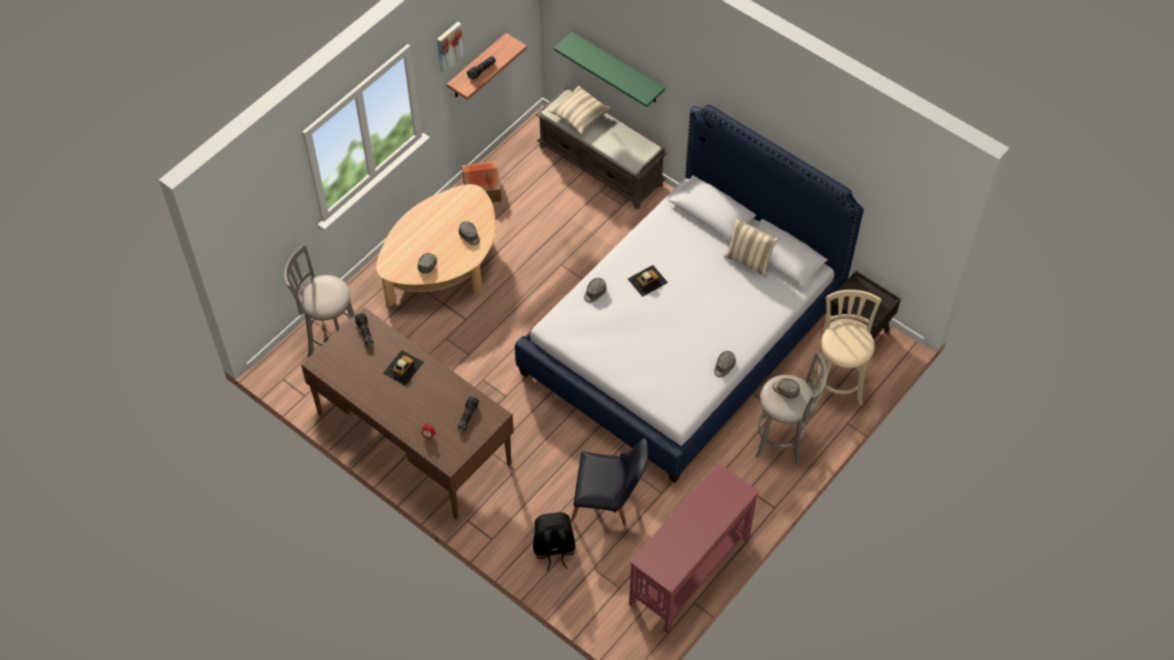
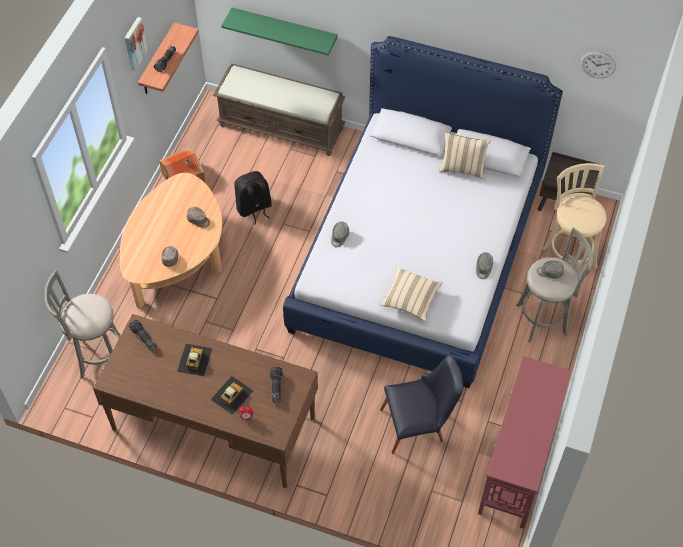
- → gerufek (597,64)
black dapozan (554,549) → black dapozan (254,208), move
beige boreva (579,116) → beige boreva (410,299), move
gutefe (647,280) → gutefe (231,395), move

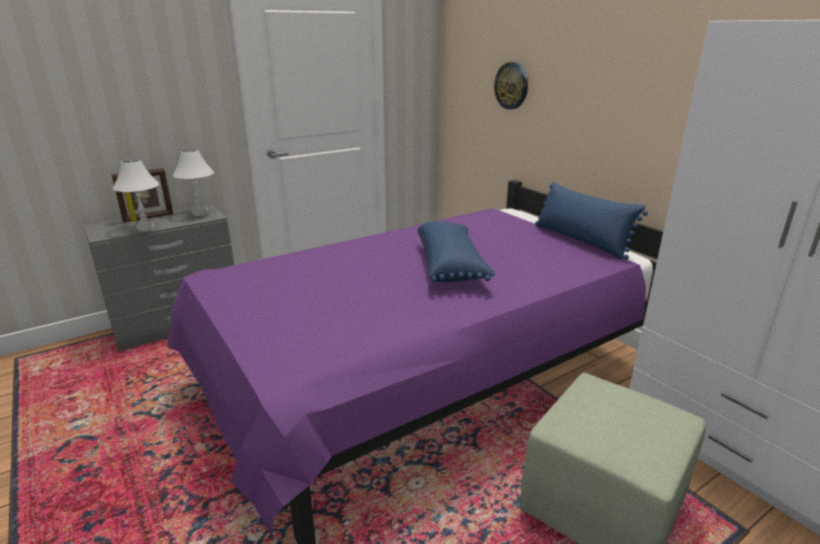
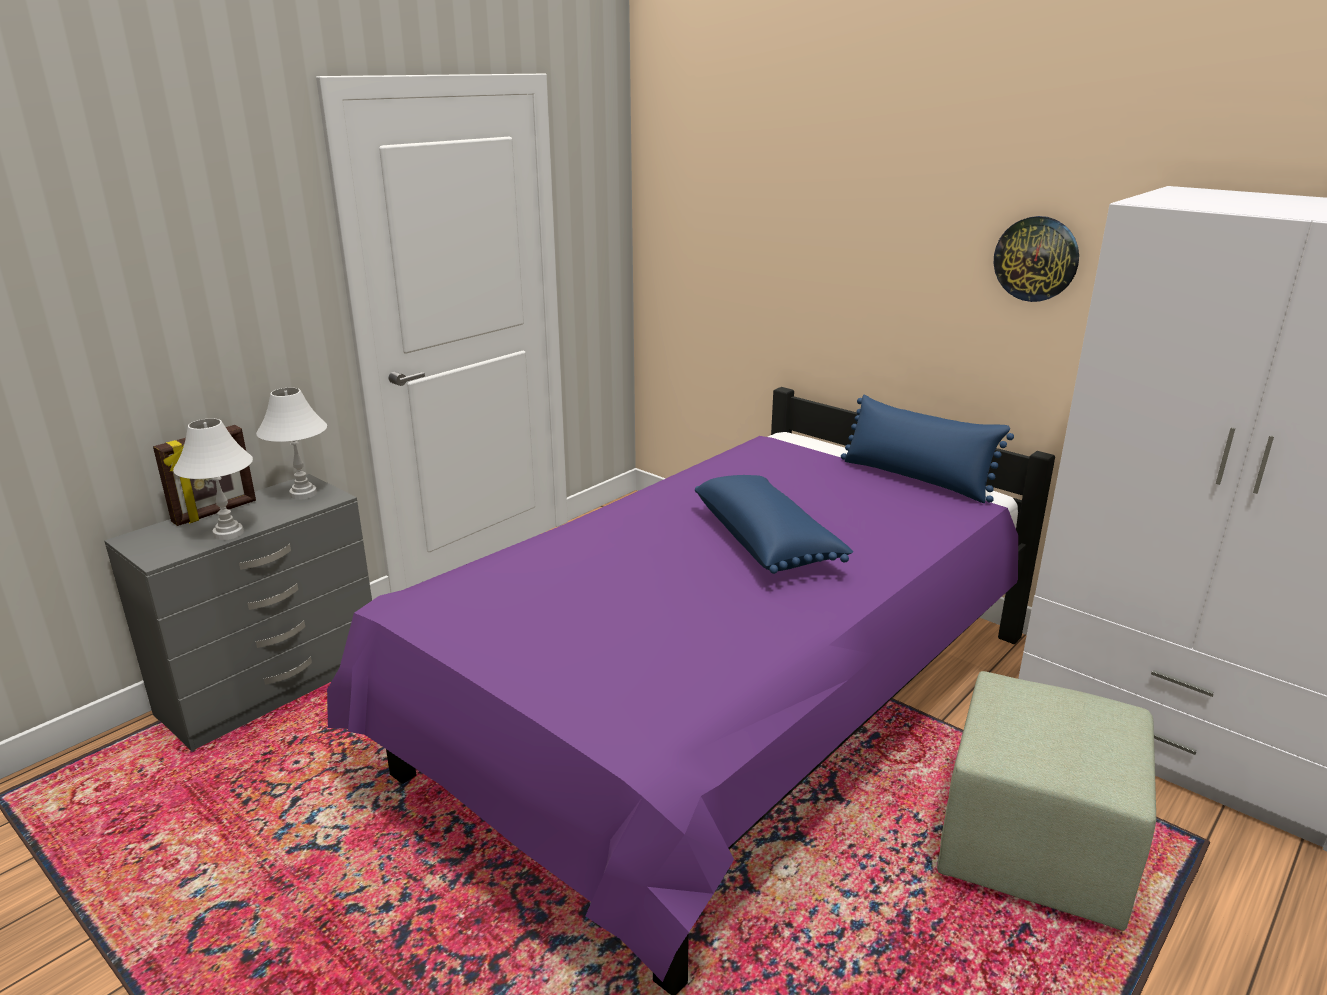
gerufek (511,86) → gerufek (1036,259), move

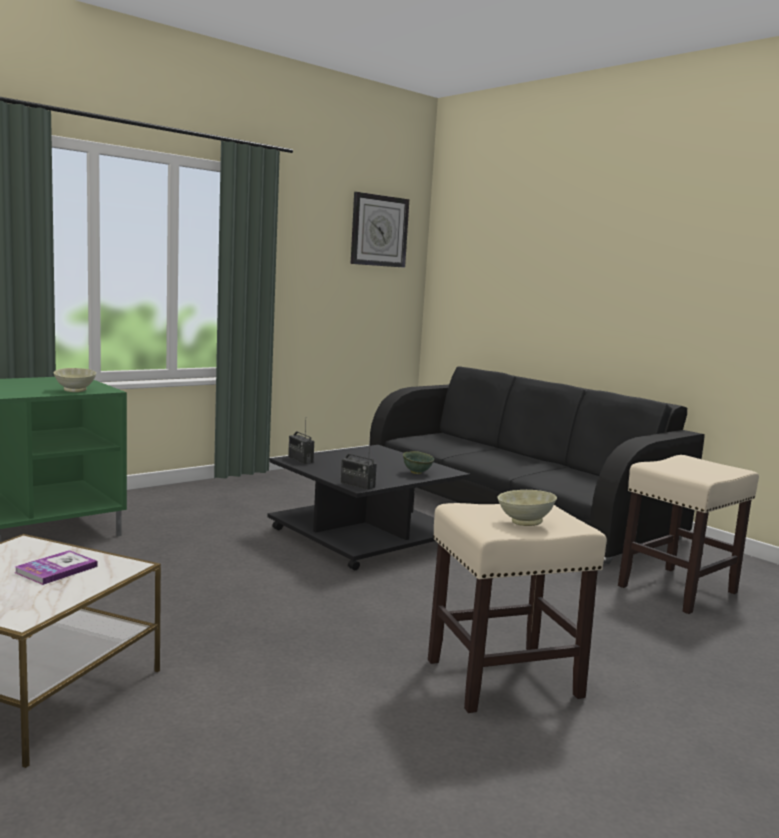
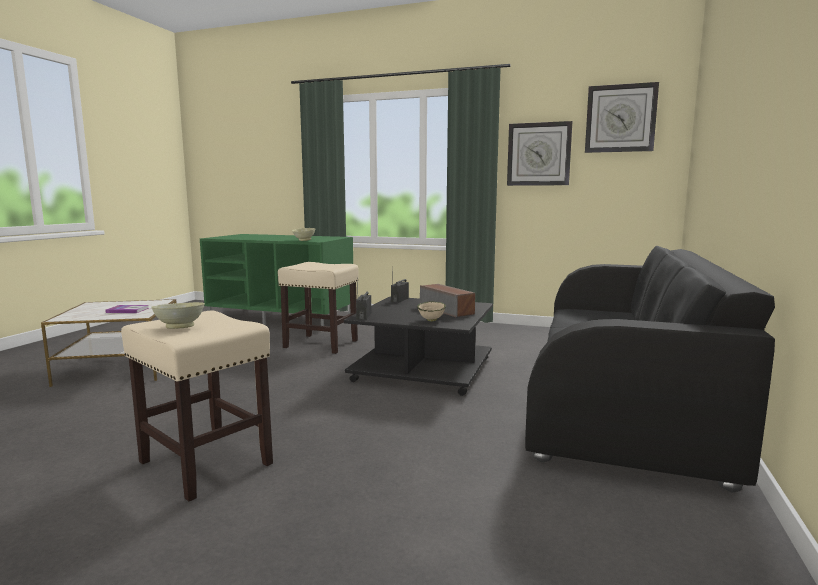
- → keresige (446,310)
- → gerufek (539,154)
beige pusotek (678,589) → beige pusotek (322,344), move
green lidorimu (417,473) → beige lidorimu (432,320)

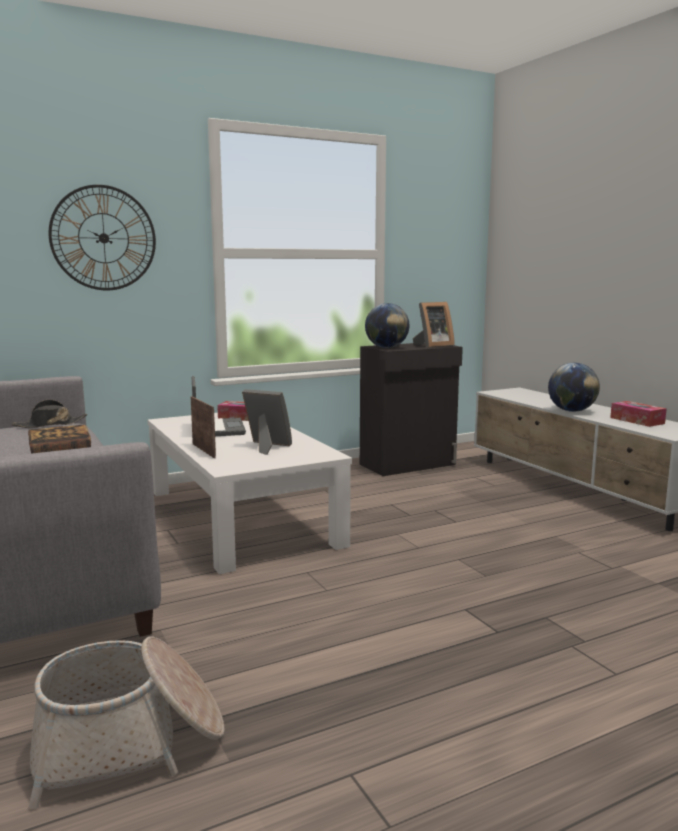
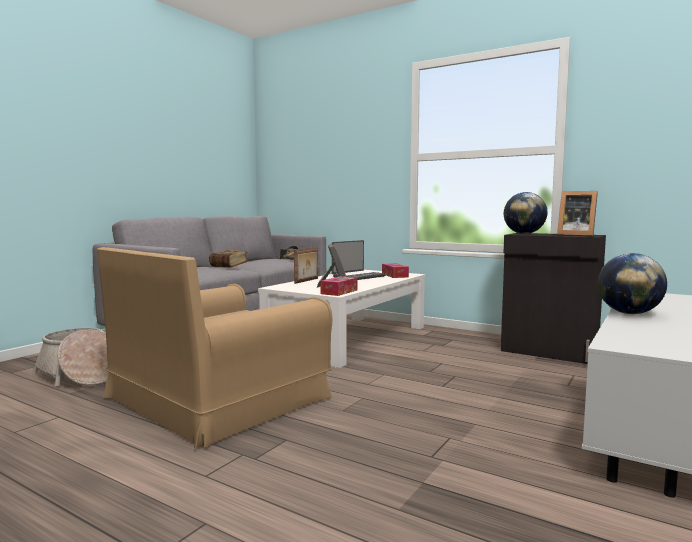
gerufek (103,238) → -
- → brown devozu (217,398)
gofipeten (637,420) → gofipeten (339,292), move

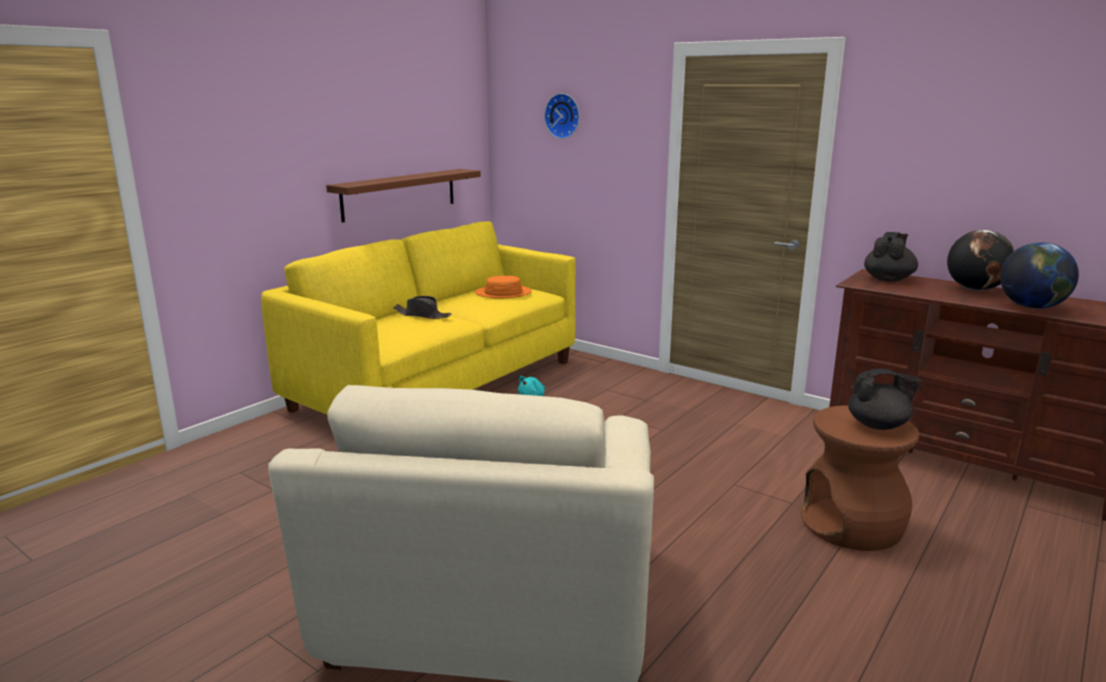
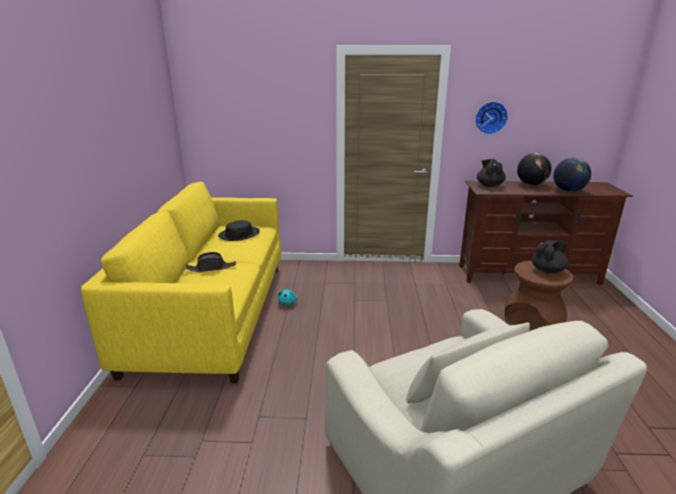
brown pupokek (400,194) → -
gerufek (563,116) → gerufek (490,117), move
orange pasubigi (503,293) → black pasubigi (239,234)

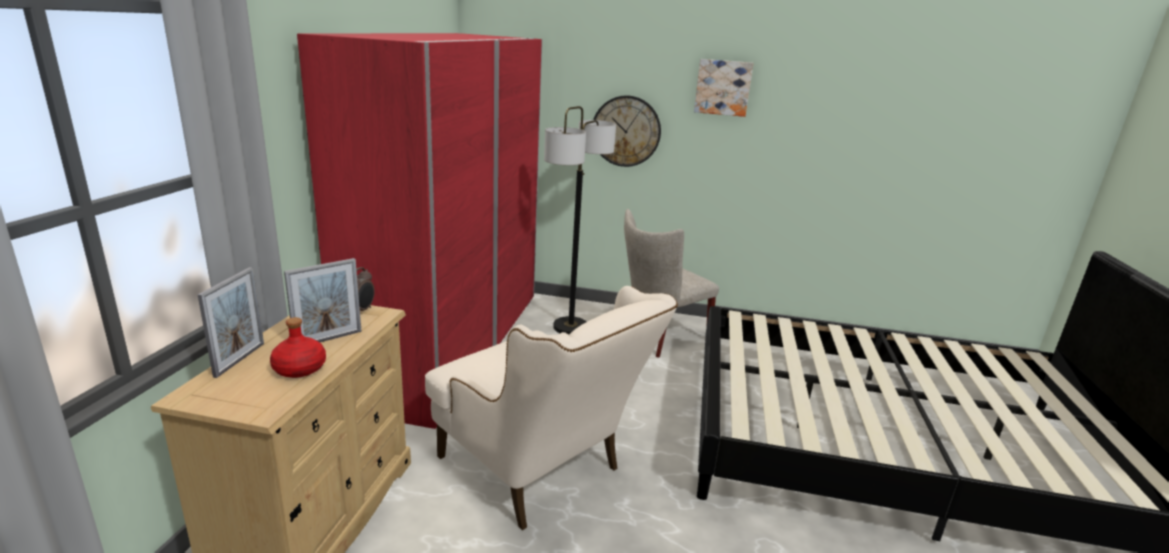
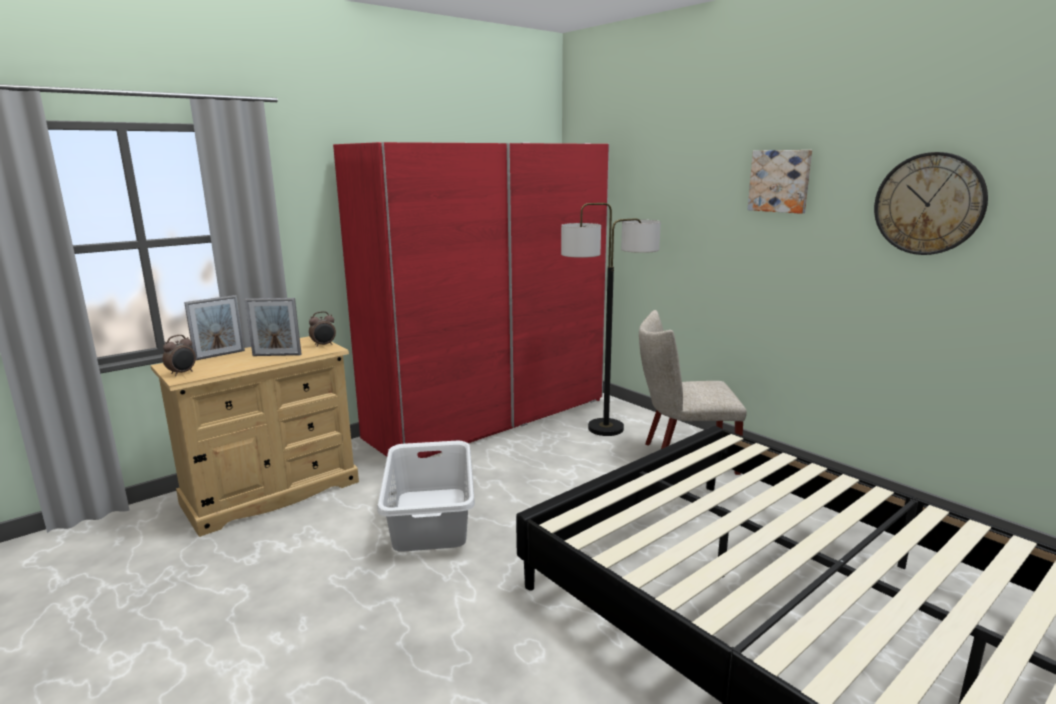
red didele (299,368) → -
- → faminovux (182,373)
gerufek (626,131) → gerufek (928,204), move
beige devozu (540,472) → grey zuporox (429,519)

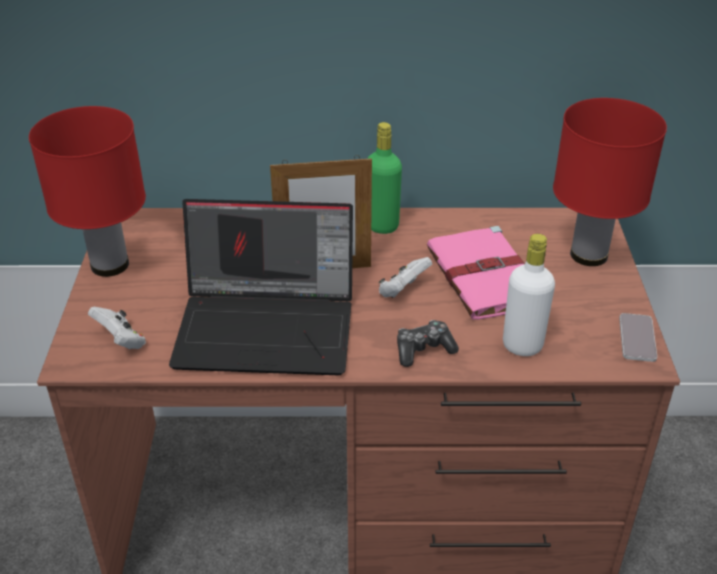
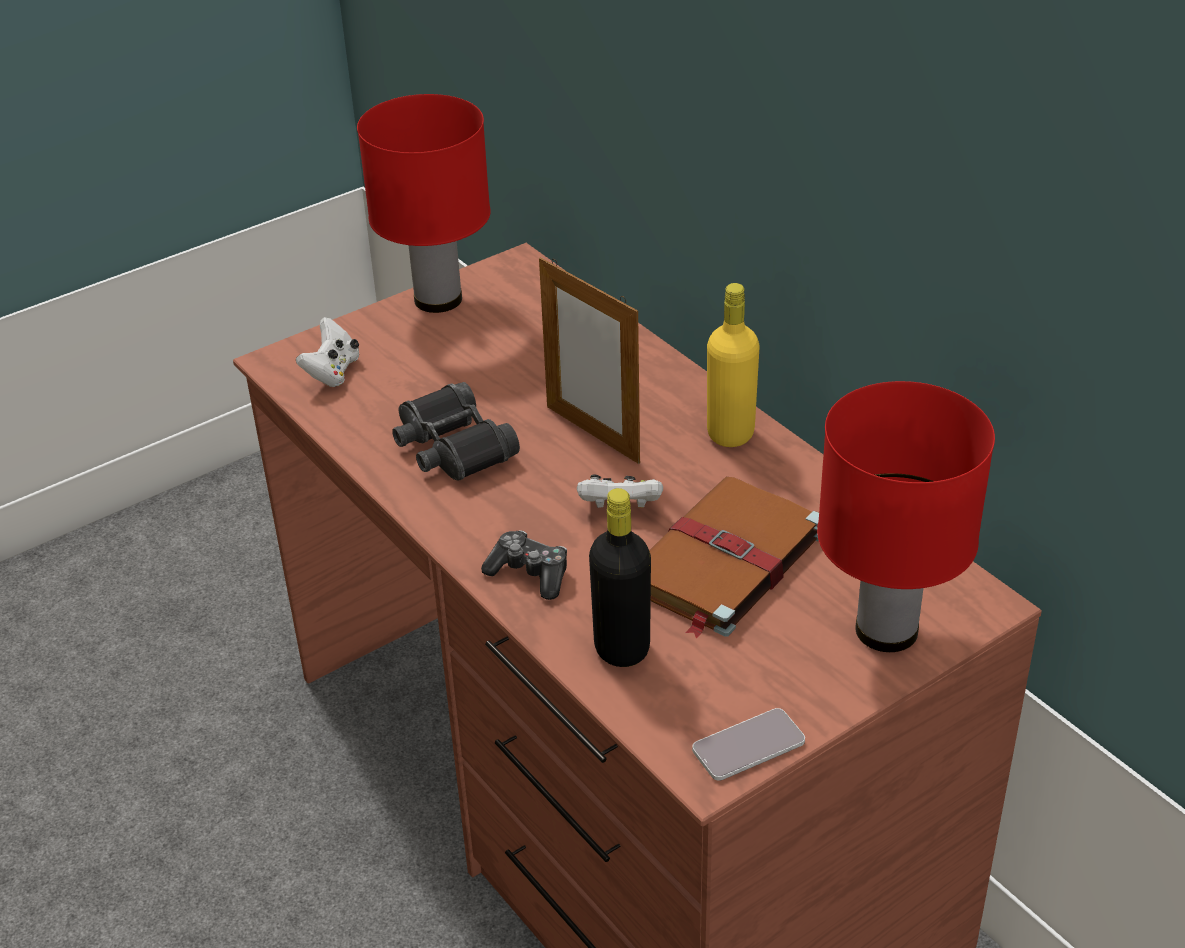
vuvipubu (269,326) → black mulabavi (452,447)
green didele (382,225) → yellow didele (730,433)
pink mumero (486,278) → brown mumero (723,562)
white didele (522,345) → black didele (622,648)

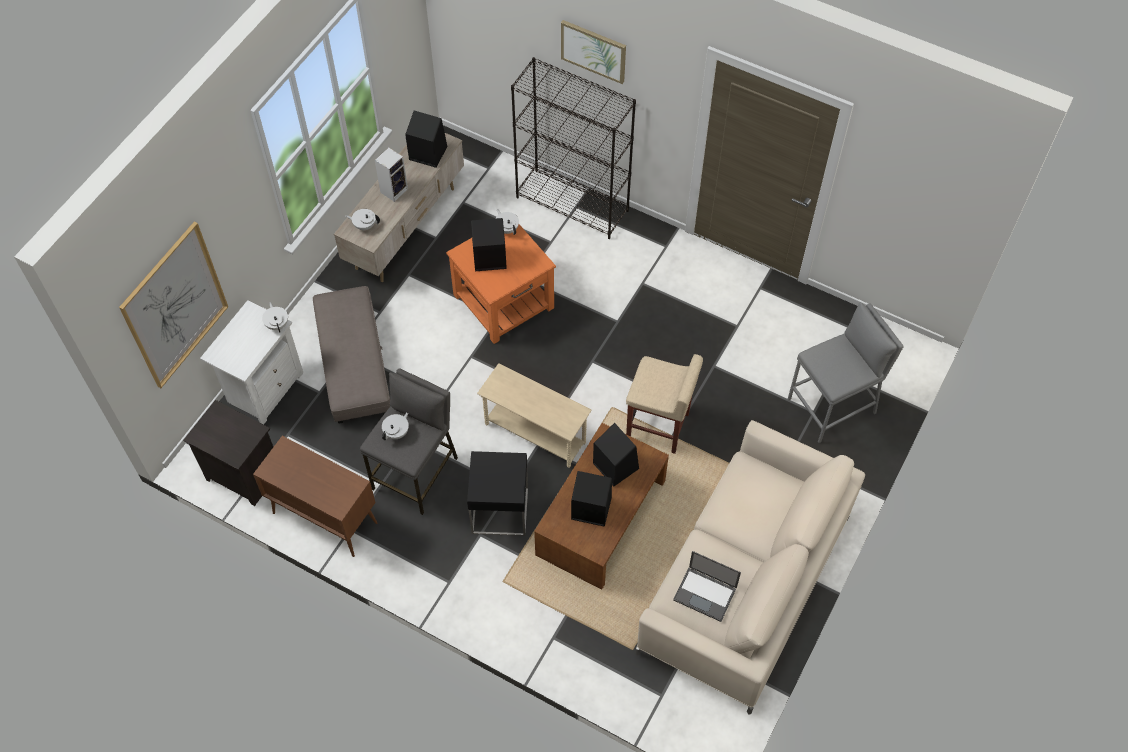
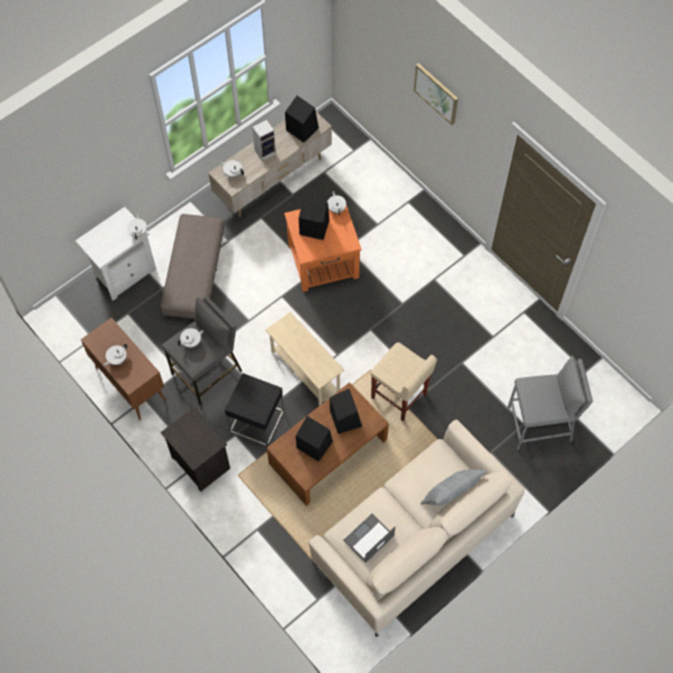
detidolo (175,306) → -
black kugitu (573,204) → -
- → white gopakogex (117,359)
- → boreva (450,496)
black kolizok (242,475) → black kolizok (199,463), move
vuvipubu (706,594) → vuvipubu (368,538), 90 degrees clockwise

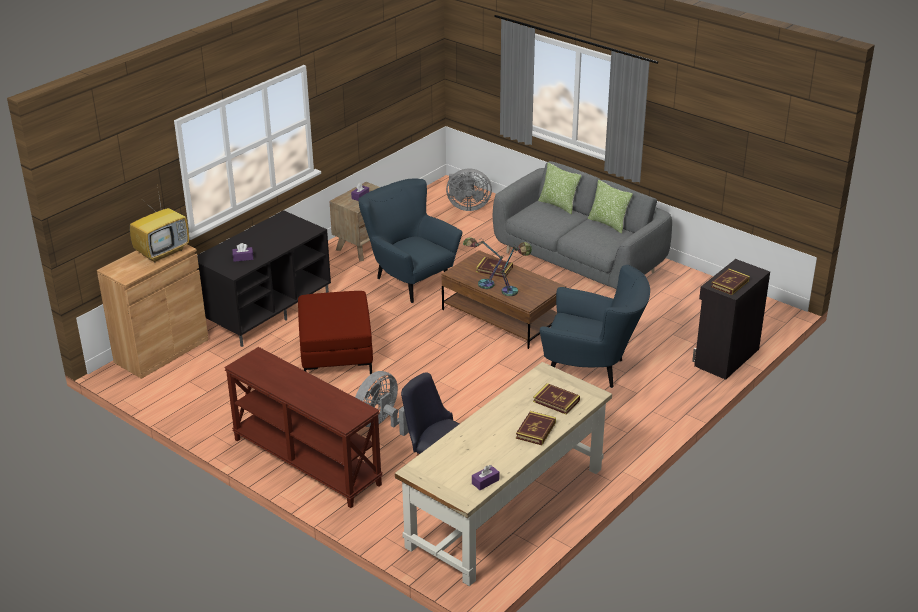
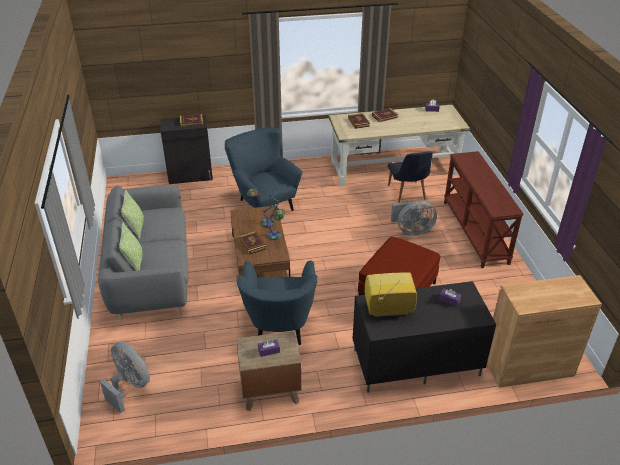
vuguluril (163,252) → vuguluril (387,310), move

